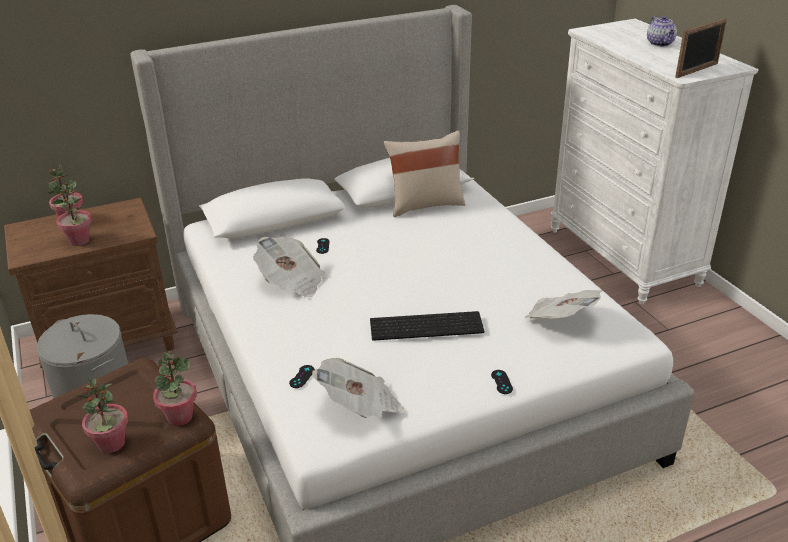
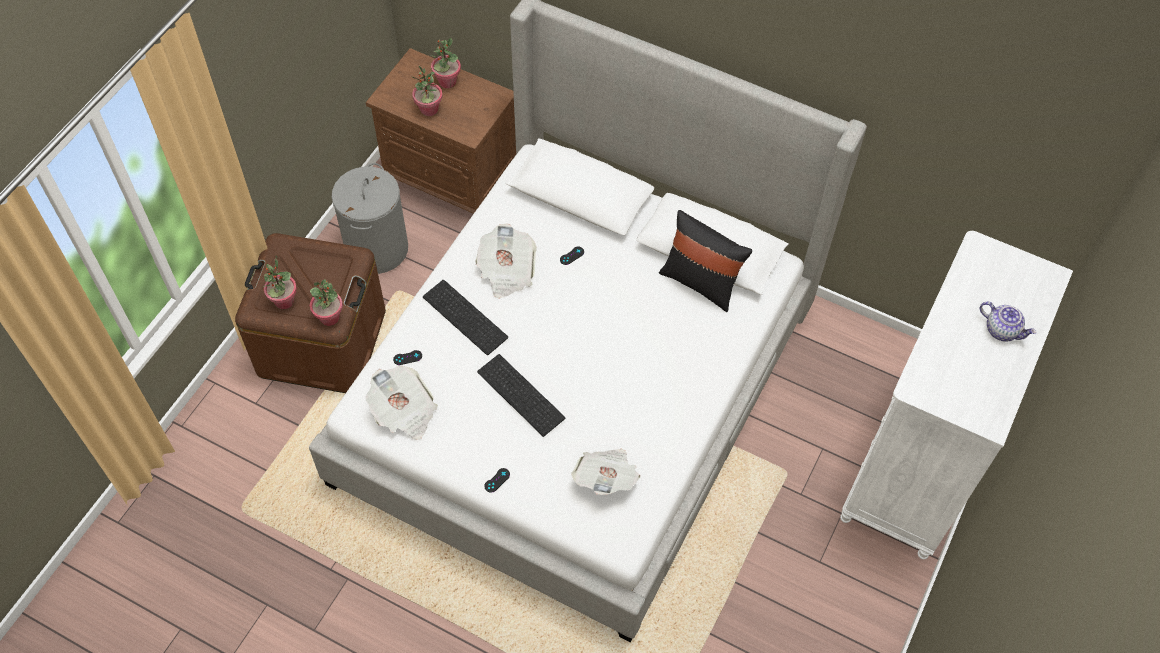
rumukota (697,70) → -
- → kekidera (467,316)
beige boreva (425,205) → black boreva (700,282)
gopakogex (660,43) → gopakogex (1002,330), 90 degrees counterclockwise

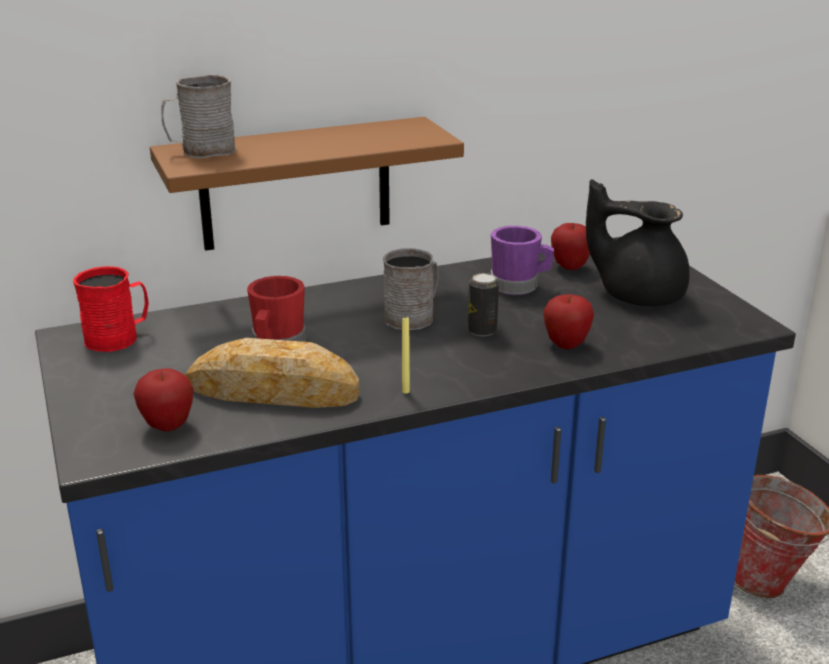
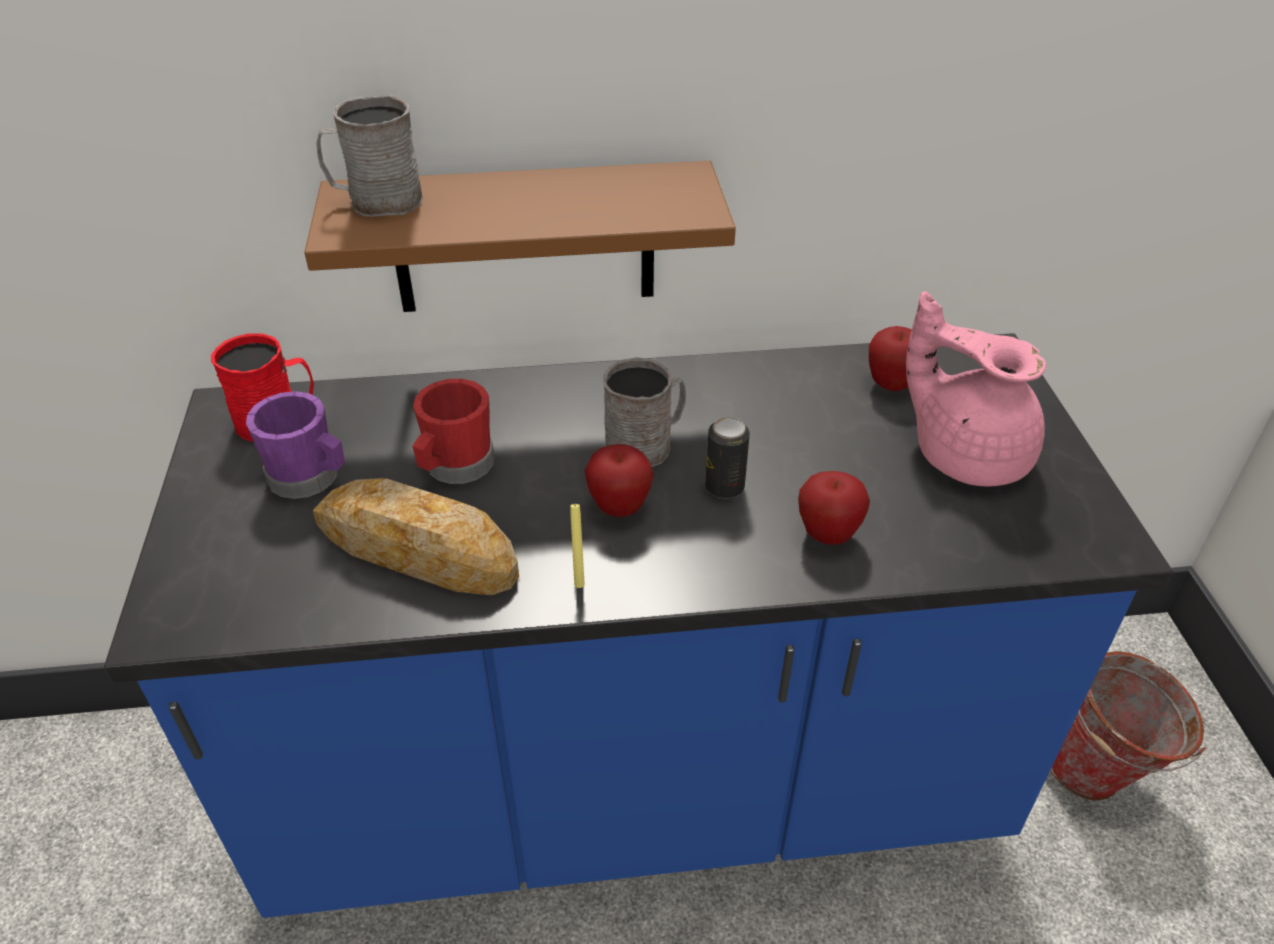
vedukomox (168,426) → vedukomox (619,507), move
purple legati (520,285) → purple legati (310,478), move
black gopakogex (638,294) → pink gopakogex (966,453)

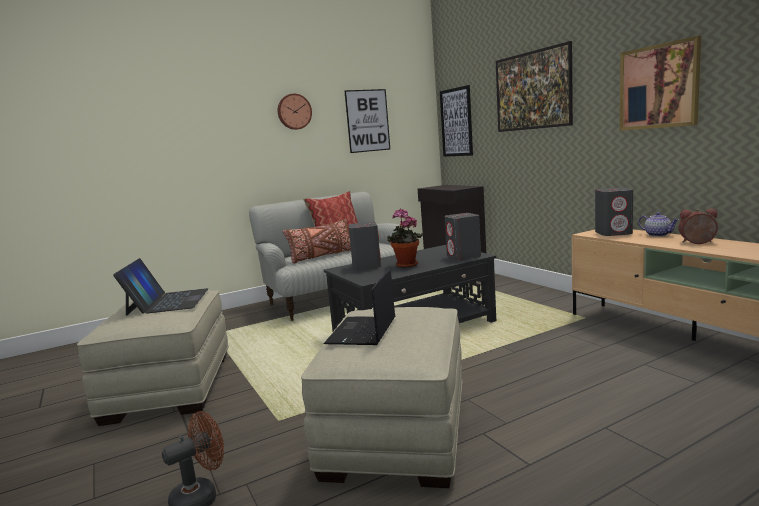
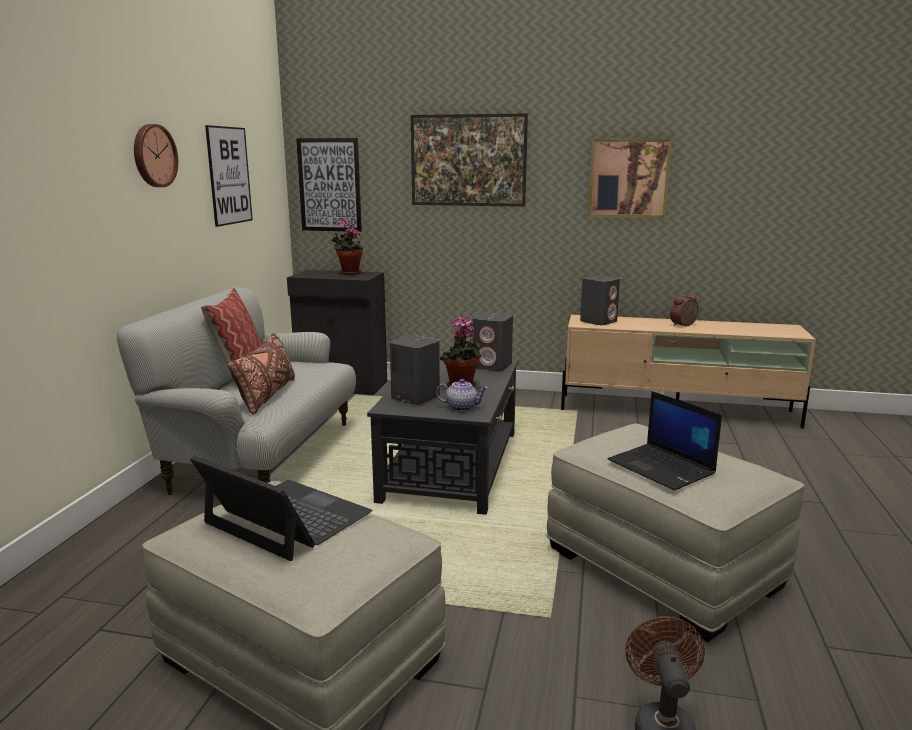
- → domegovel (348,273)
gopakogex (658,235) → gopakogex (462,407), move

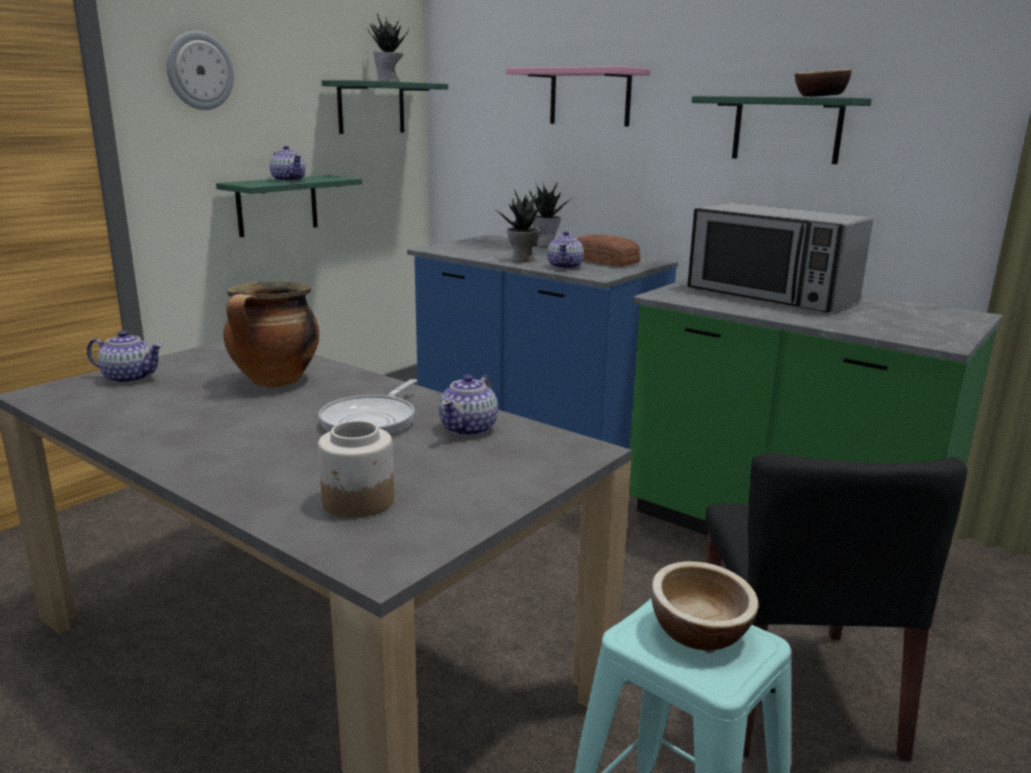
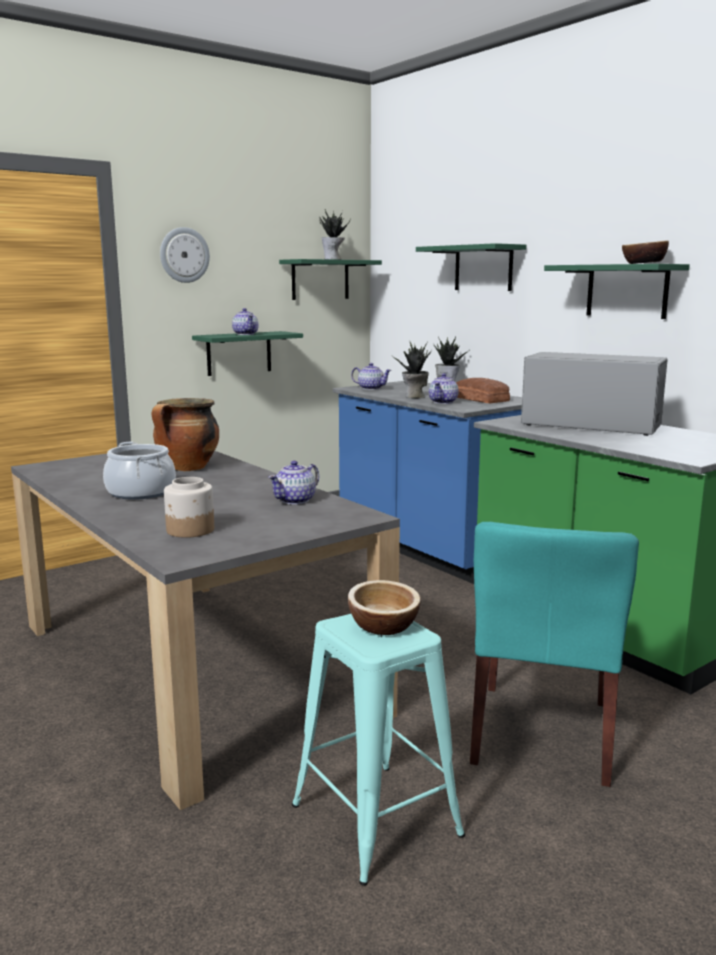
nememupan (372,421) → -
- → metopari (141,492)
gopakogex (129,378) → gopakogex (370,388), move
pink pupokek (590,97) → green pupokek (483,268)
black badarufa (794,691) → turquoise badarufa (542,732)
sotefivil (770,295) → sotefivil (590,425), 150 degrees clockwise

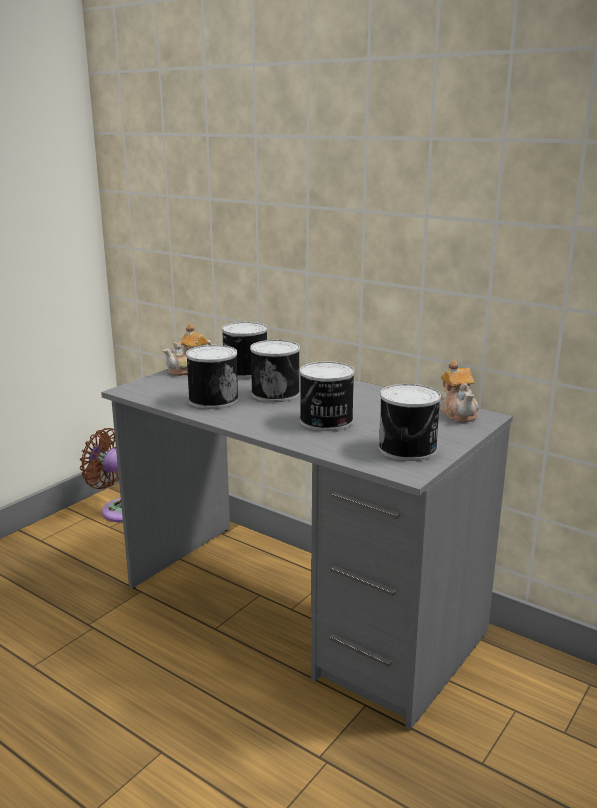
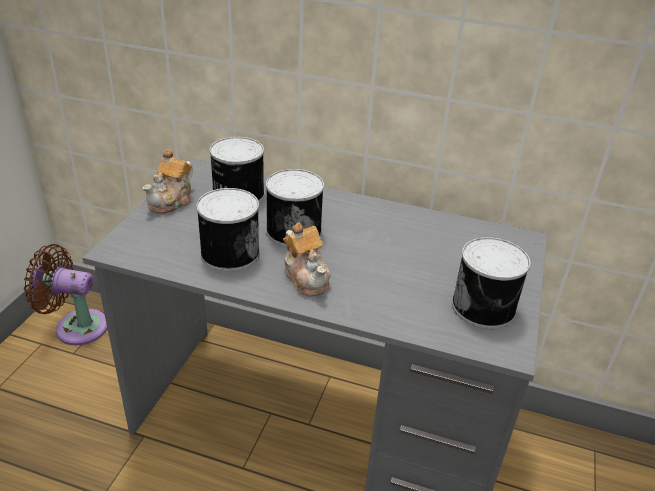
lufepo (326,421) → -
gopakogex (458,412) → gopakogex (306,277), move

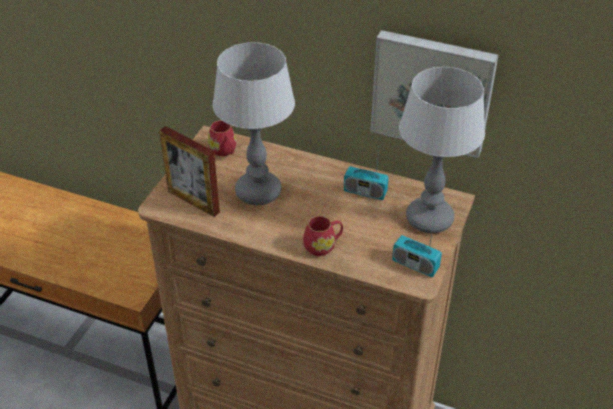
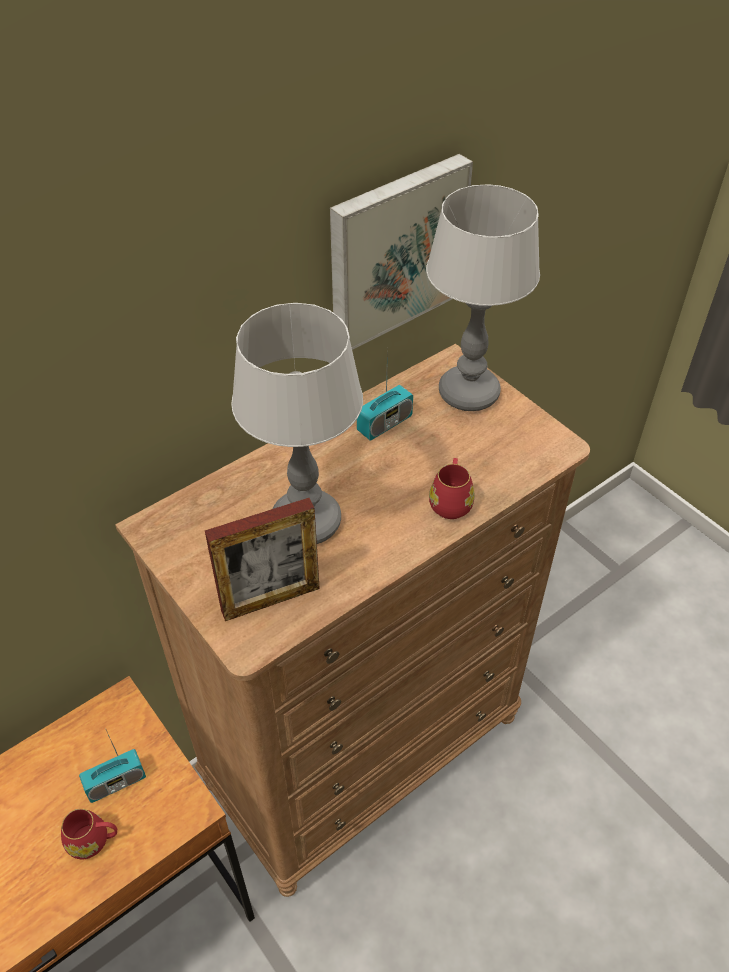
red legati (224,151) → red legati (93,840), move
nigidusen (415,265) → nigidusen (116,782), move

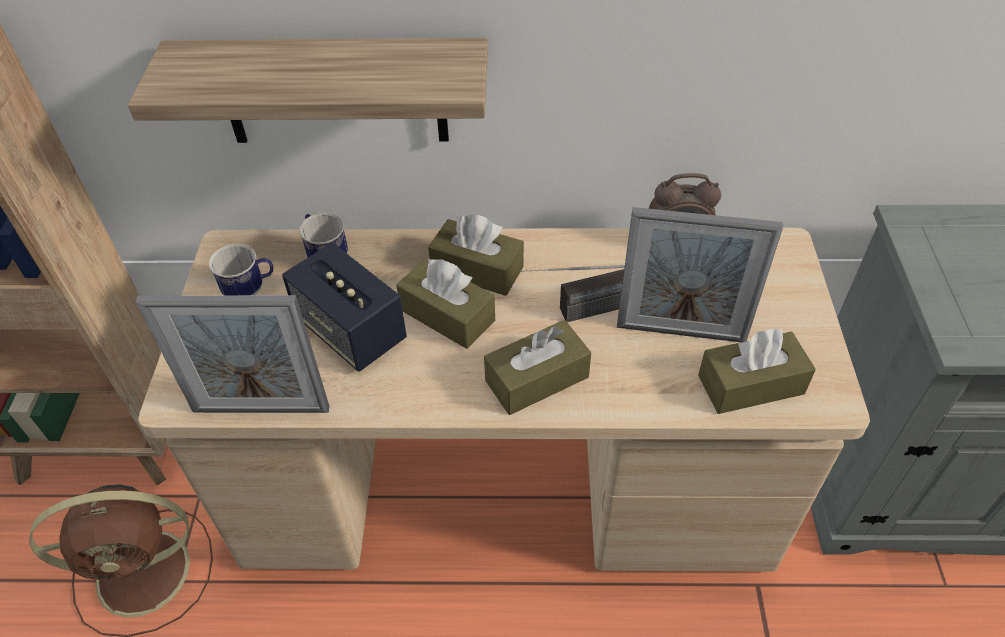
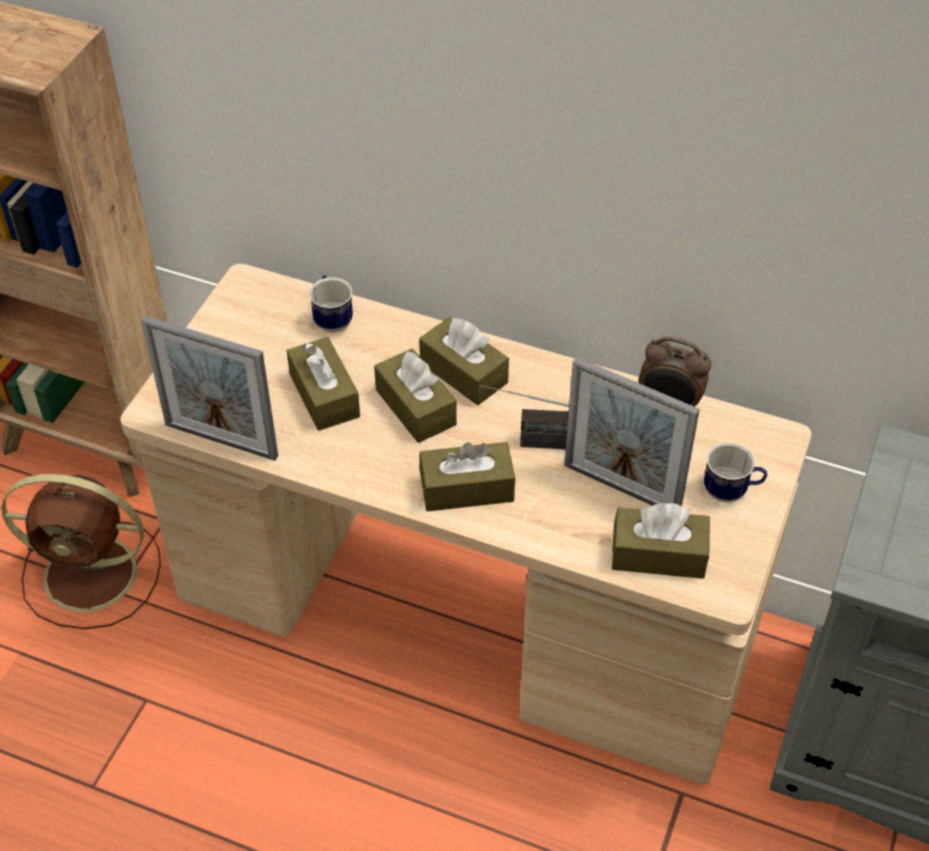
pupokek (333,91) → -
legati (251,291) → legati (731,492), move
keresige (351,331) → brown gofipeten (324,395)

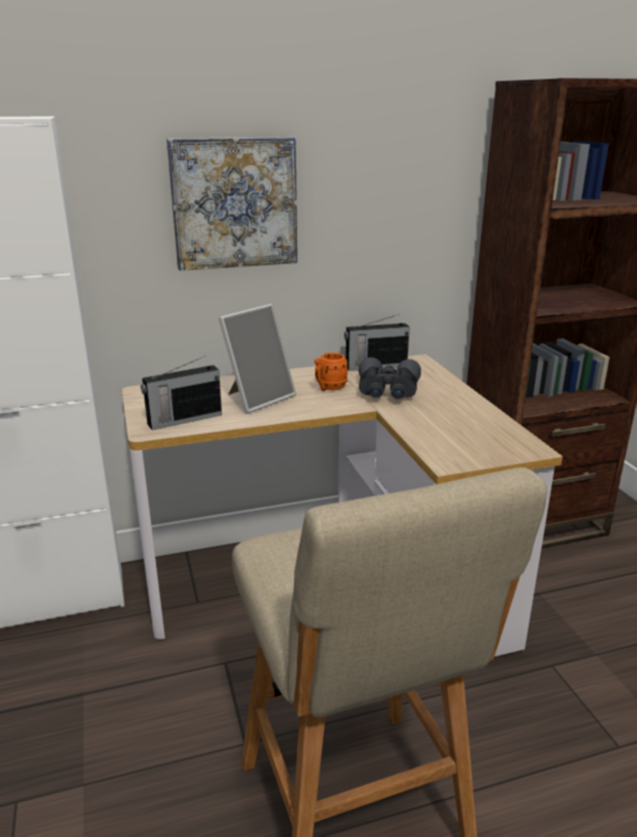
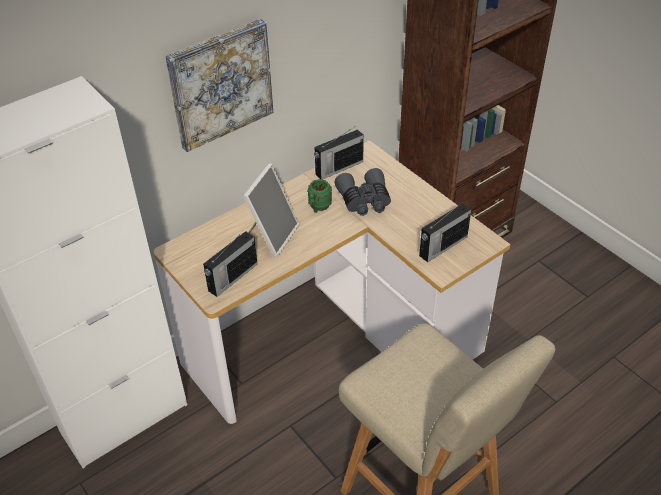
- → nigidusen (442,246)
orange legati (329,388) → green legati (318,207)

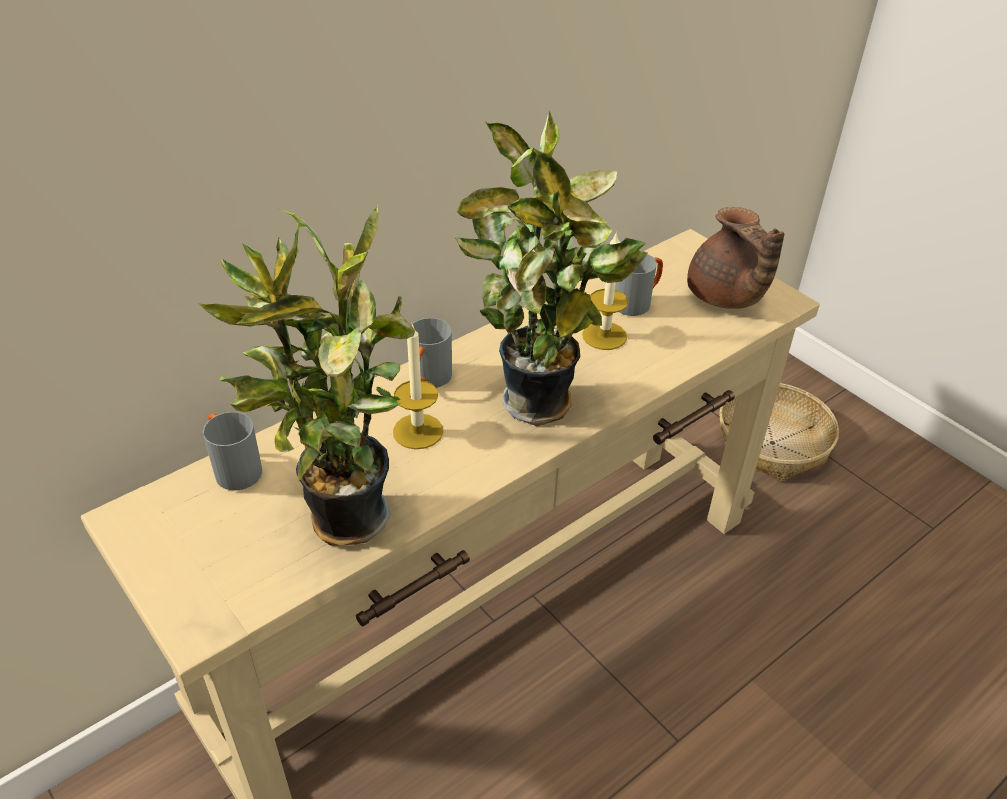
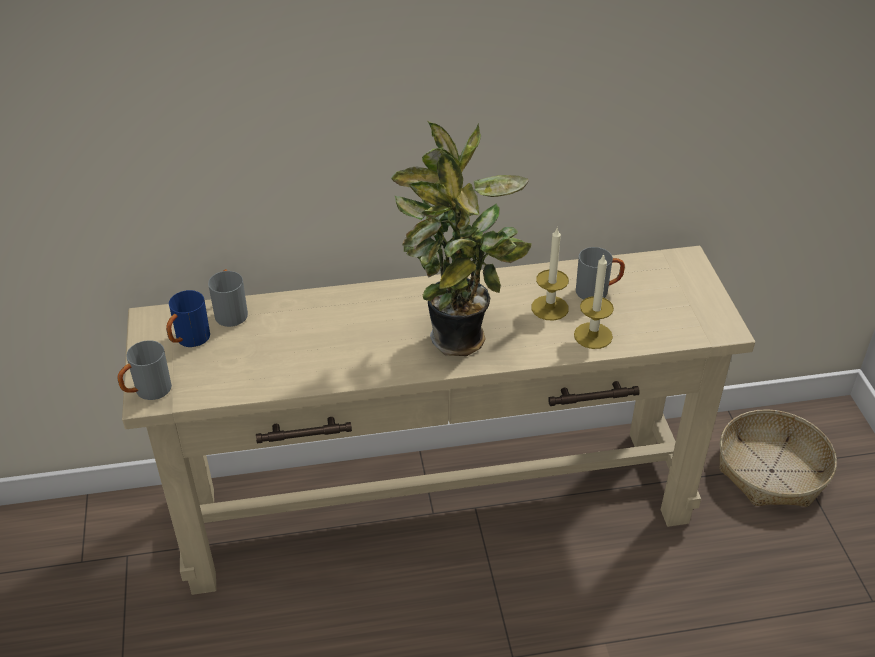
domegovel (340,521) → -
brown gopakogex (725,297) → -
- → blue legati (189,341)
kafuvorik (418,431) → kafuvorik (593,335), move
grey legati (428,381) → grey legati (147,392), move

